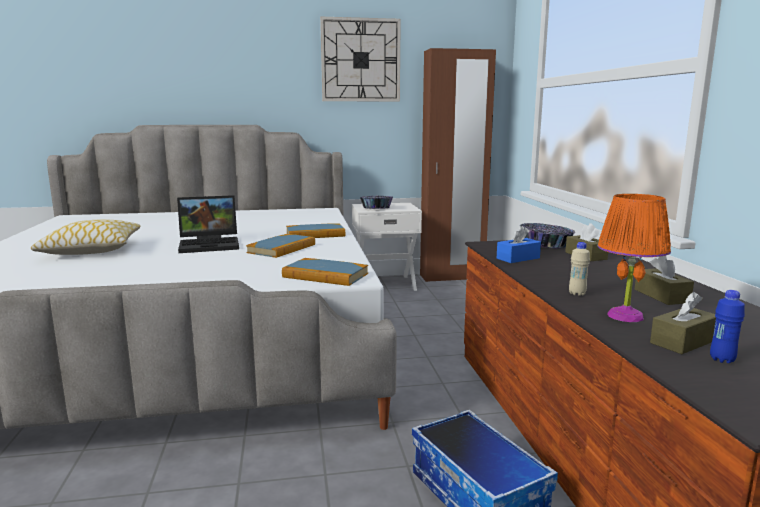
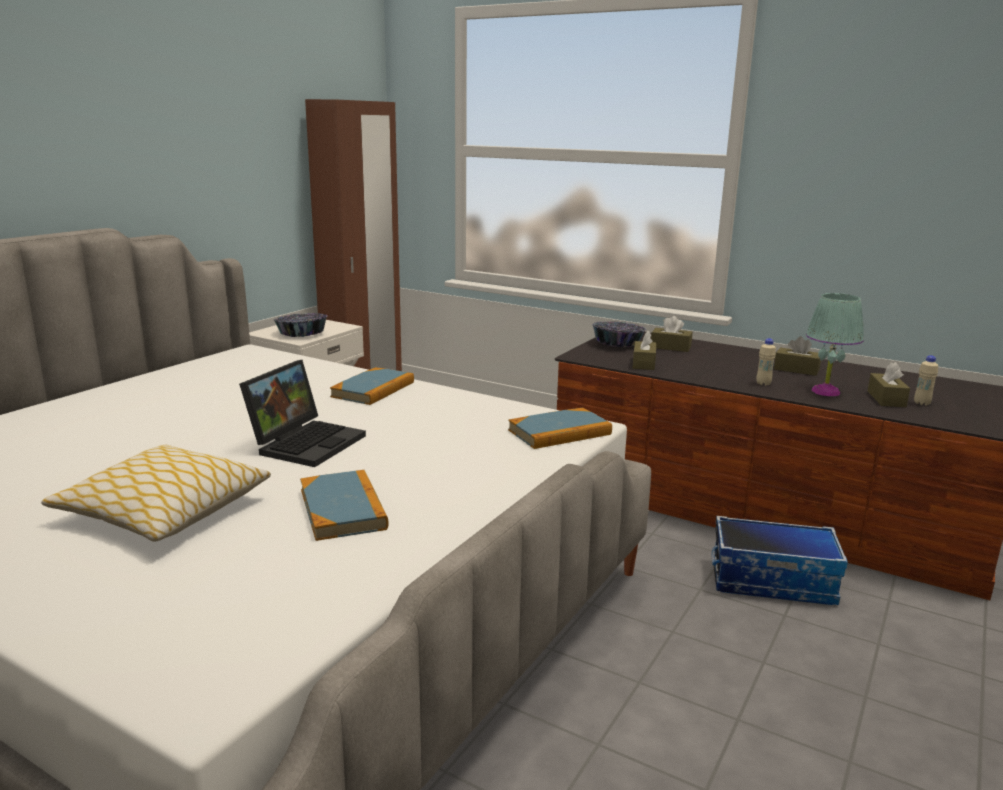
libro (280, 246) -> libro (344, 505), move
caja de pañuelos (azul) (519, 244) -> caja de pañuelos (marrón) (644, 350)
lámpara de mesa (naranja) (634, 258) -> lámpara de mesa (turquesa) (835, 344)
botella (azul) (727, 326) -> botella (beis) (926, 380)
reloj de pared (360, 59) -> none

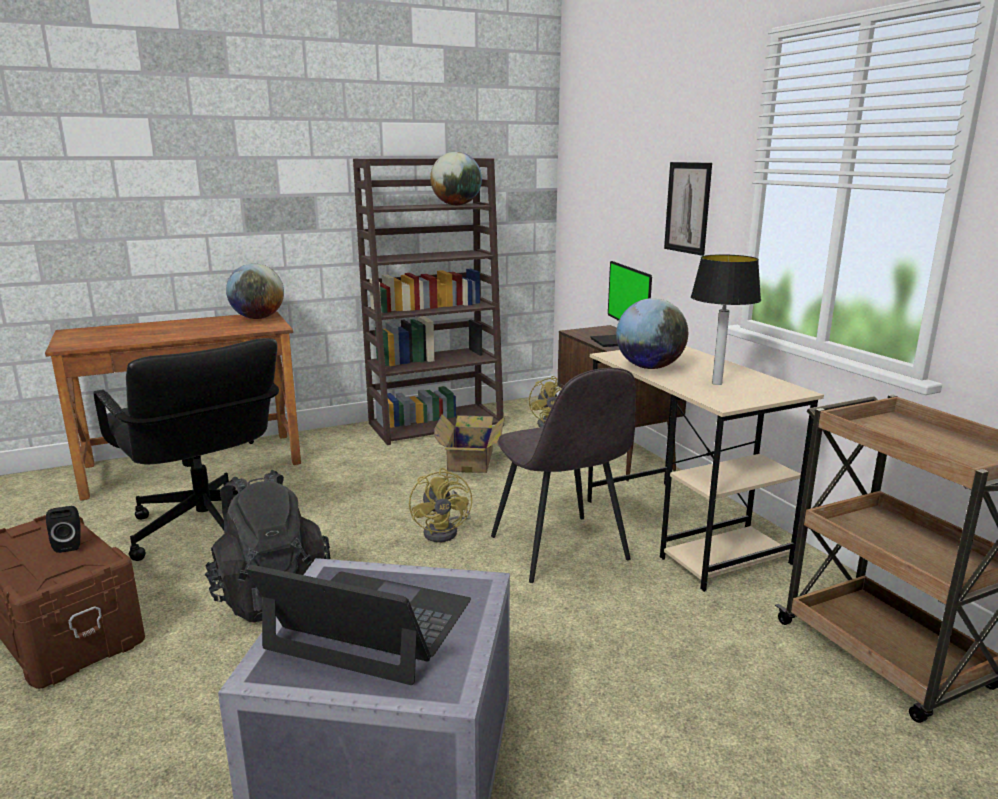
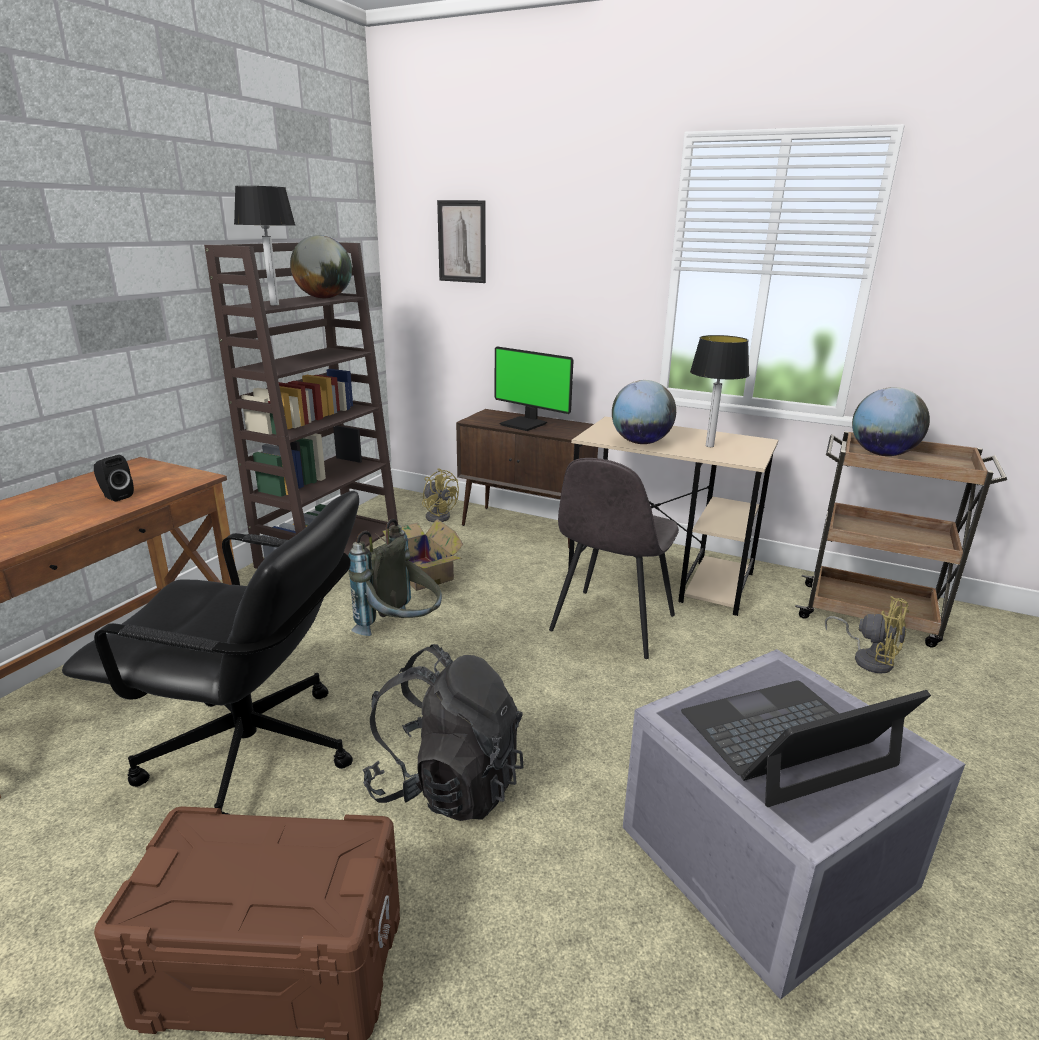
altavoz (negro) (63, 529) -> altavoz (negro) (114, 478), move
none -> lámpara de mesa (264, 245)
none -> mochila (gris) (395, 577)
cuadro (688, 209) -> cuadro (461, 241), move
silla (gris) (563, 475) -> silla (gris) (614, 558), 90 degrees clockwise
ventilador (amarillo) (440, 505) -> ventilador (amarillo) (867, 635), move
globo terráqueo (255, 291) -> globo terráqueo (891, 421), move

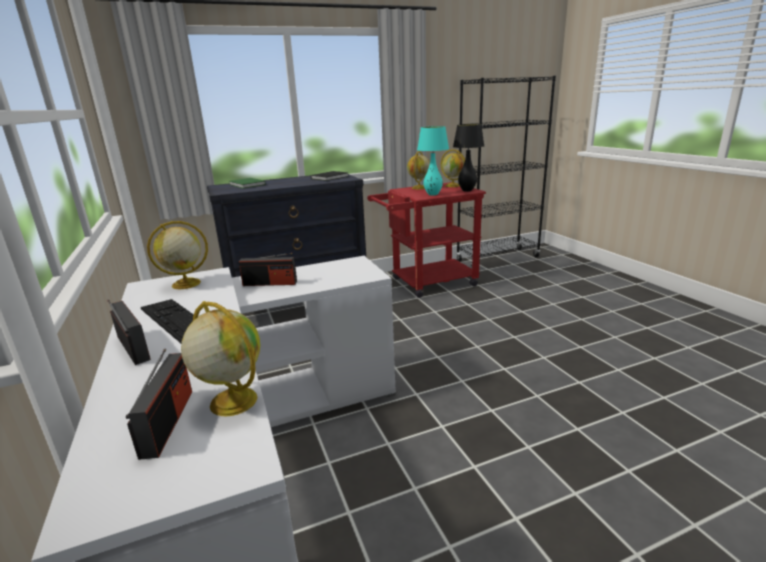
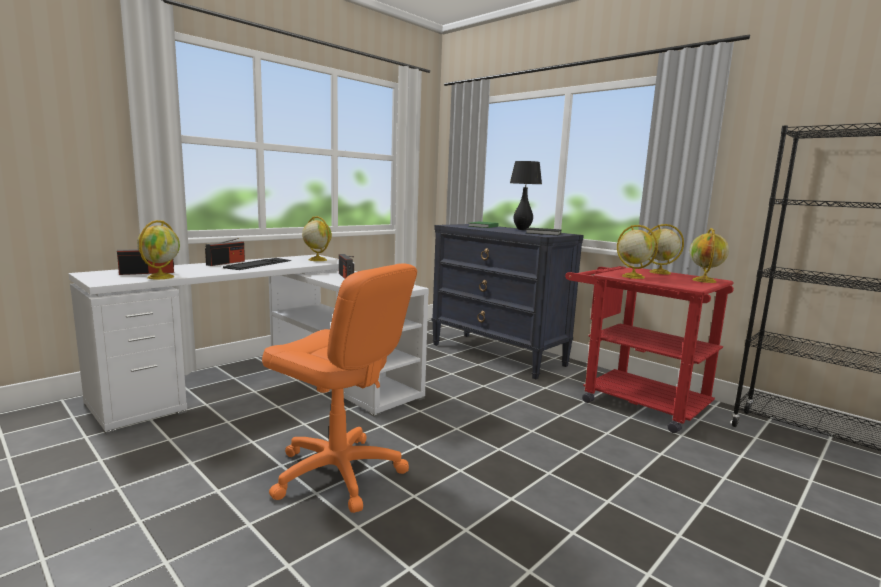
none -> silla de oficina (naranja) (339, 388)
lámpara de mesa (negro) (468, 158) -> lámpara de mesa (negro) (526, 195), move
lámpara de mesa (turquesa) (433, 161) -> globo terráqueo (637, 252)

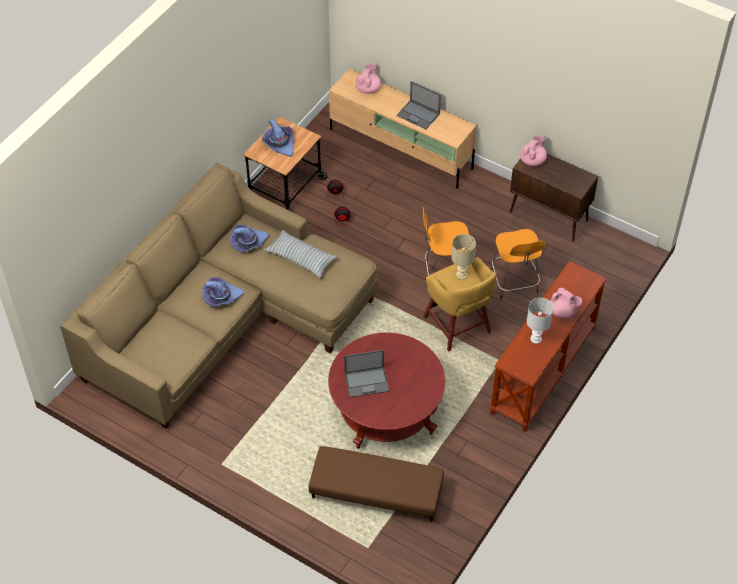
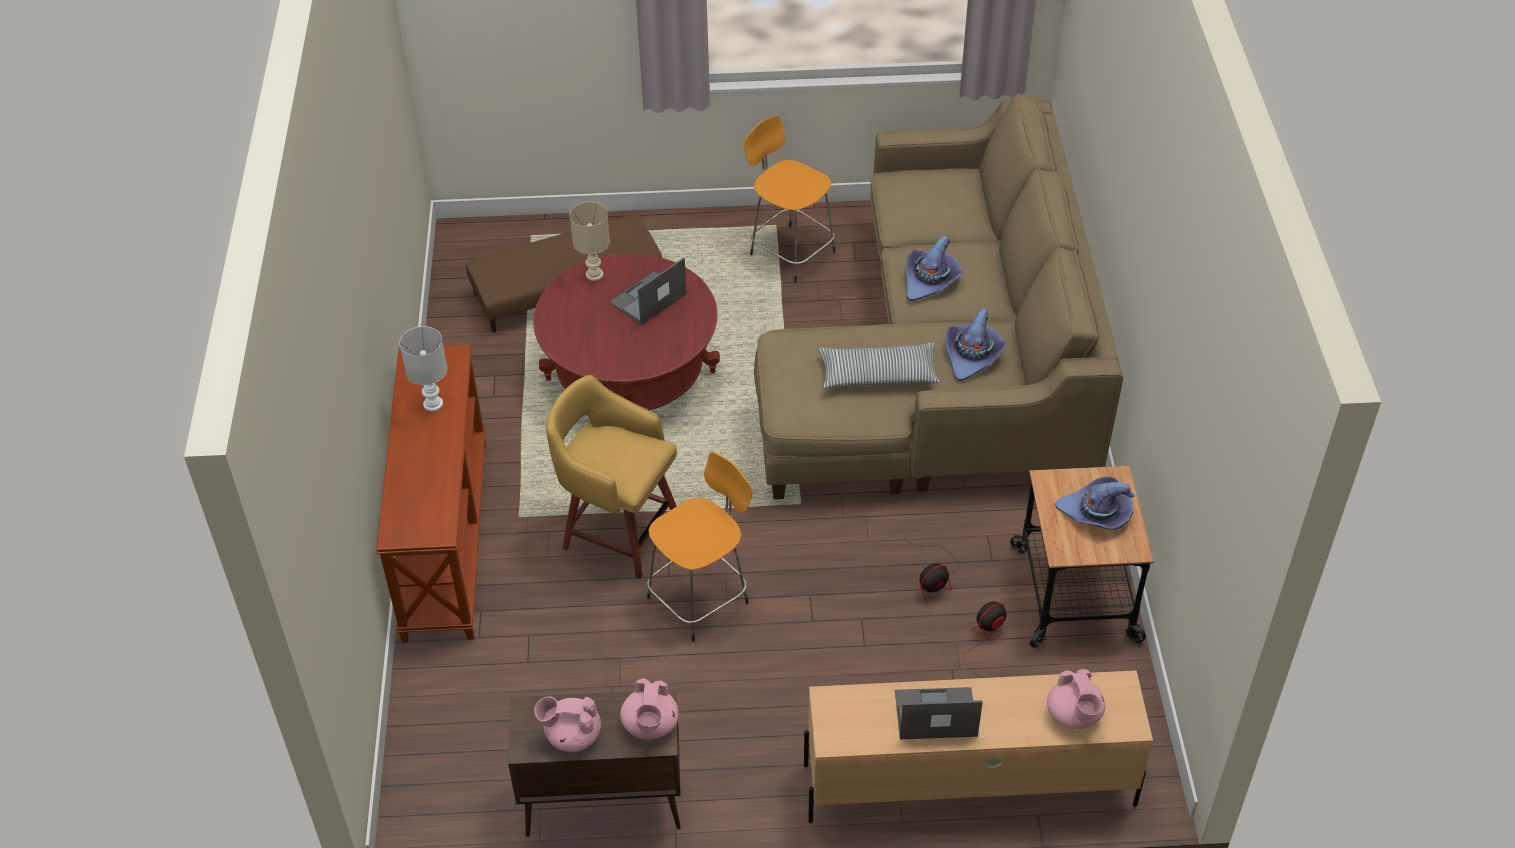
tetera (rosa) (566, 303) -> tetera (rosa) (567, 724), move
lámpara de mesa (beis) (463, 256) -> lámpara de mesa (beis) (590, 241), move
taburete (naranja) (518, 264) -> taburete (naranja) (789, 199), move

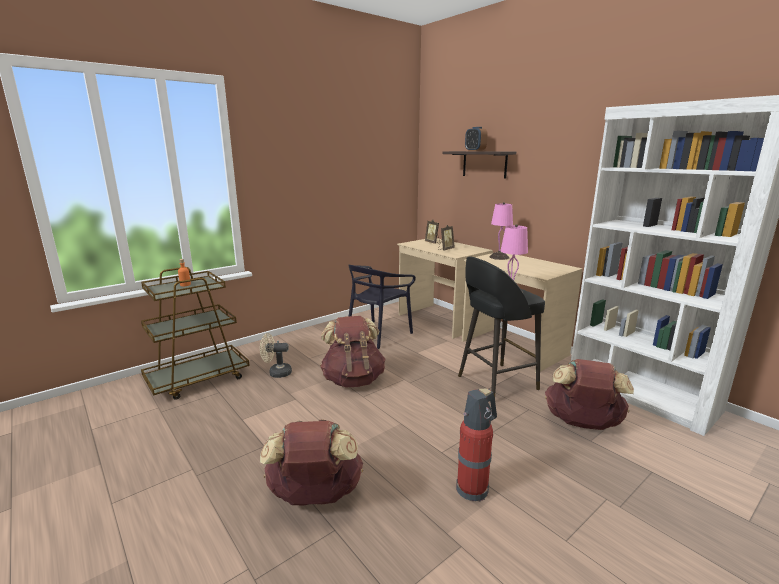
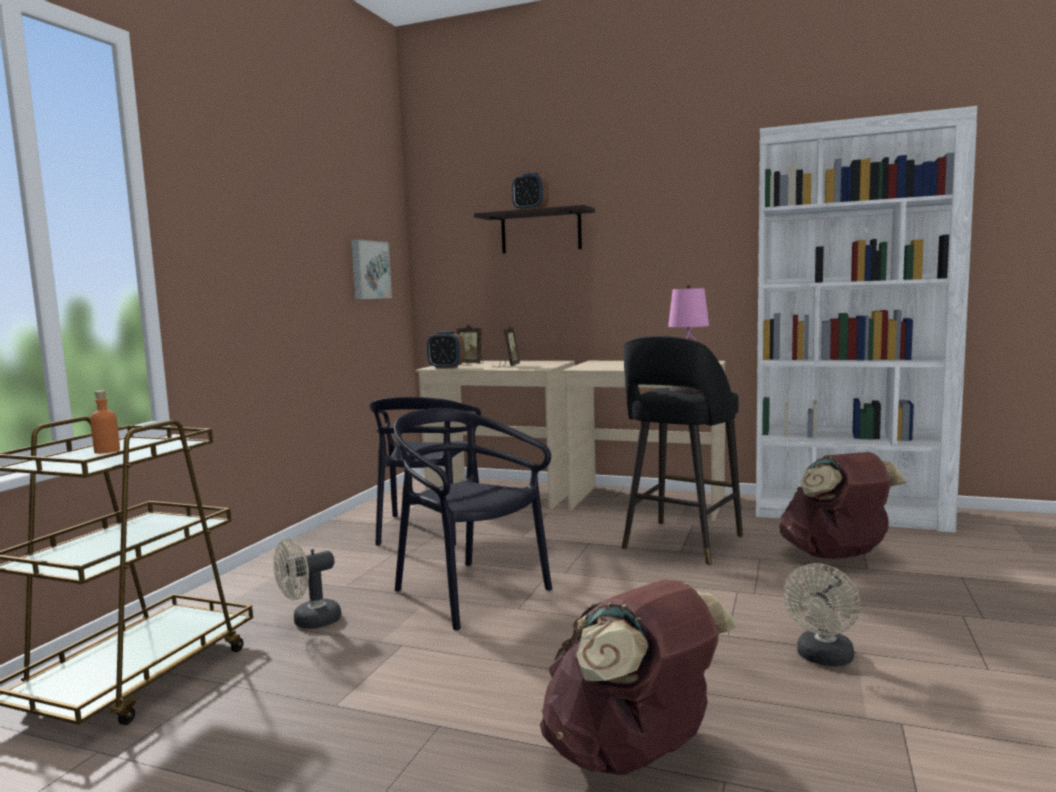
none -> cuadro (371, 269)
mochila (marrón) (352, 352) -> silla (negro) (473, 519)
none -> despertador (446, 350)
extintor (476, 445) -> ventilador (beis) (822, 615)
lámpara de mesa (rosa) (501, 231) -> none

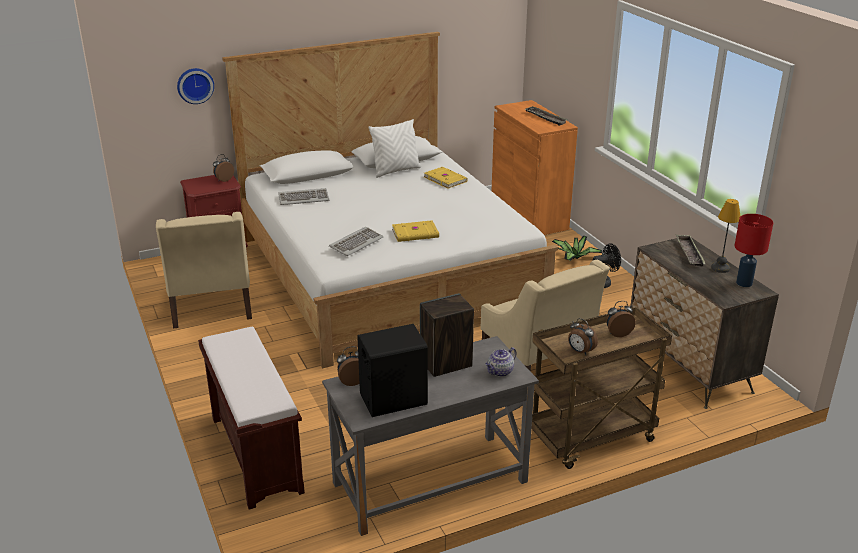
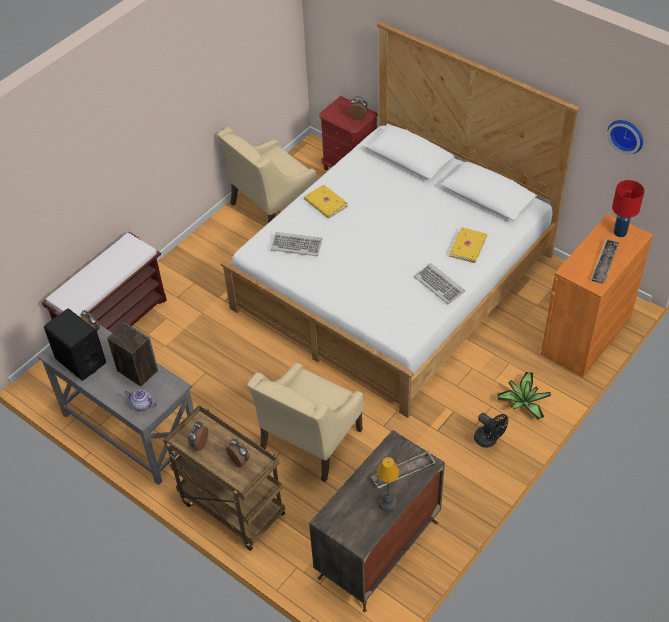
libro (amarillo) (415, 231) -> libro (amarillo) (326, 202), move
teclado (303, 196) -> teclado (439, 283), move
reloj de pared (195, 86) -> reloj de pared (625, 137), move
lámpara de mesa (rojo) (754, 250) -> lámpara de mesa (rojo) (628, 208), move
cojín (blanco) (394, 148) -> none

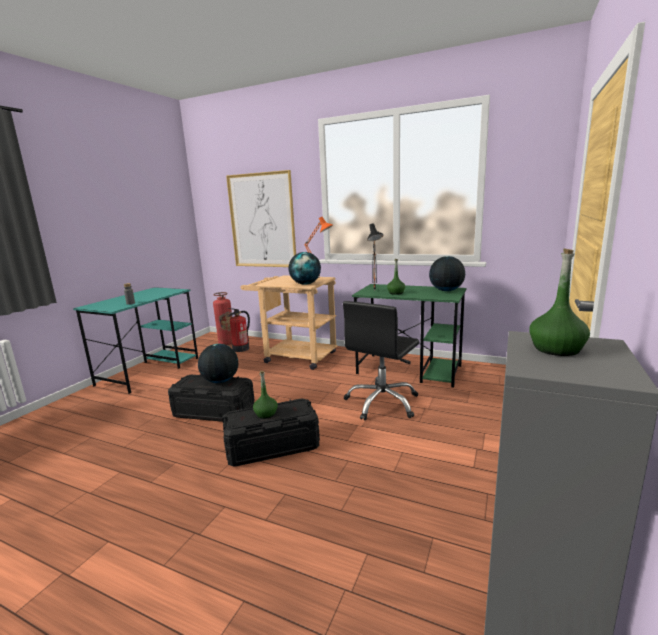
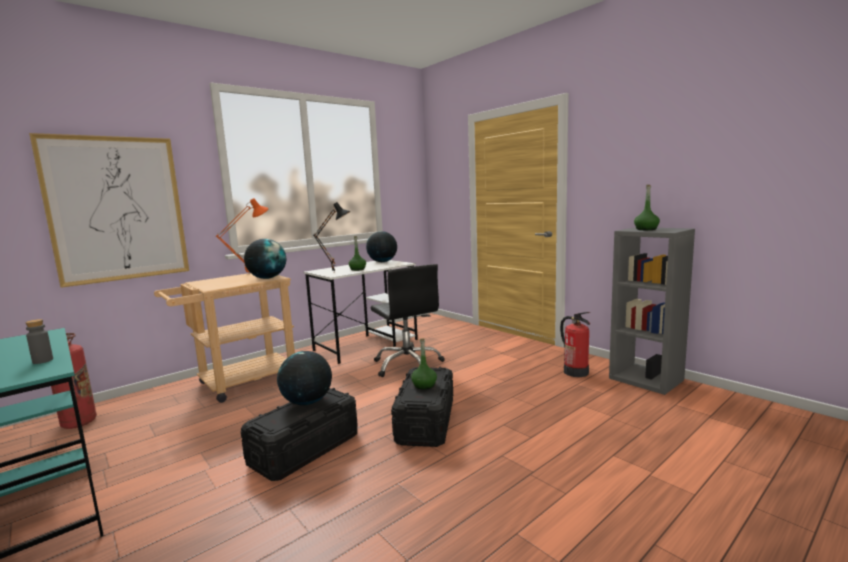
escritorio (verde) (409, 335) -> escritorio (blanco) (360, 312)
extintor (239, 330) -> extintor (575, 344), move

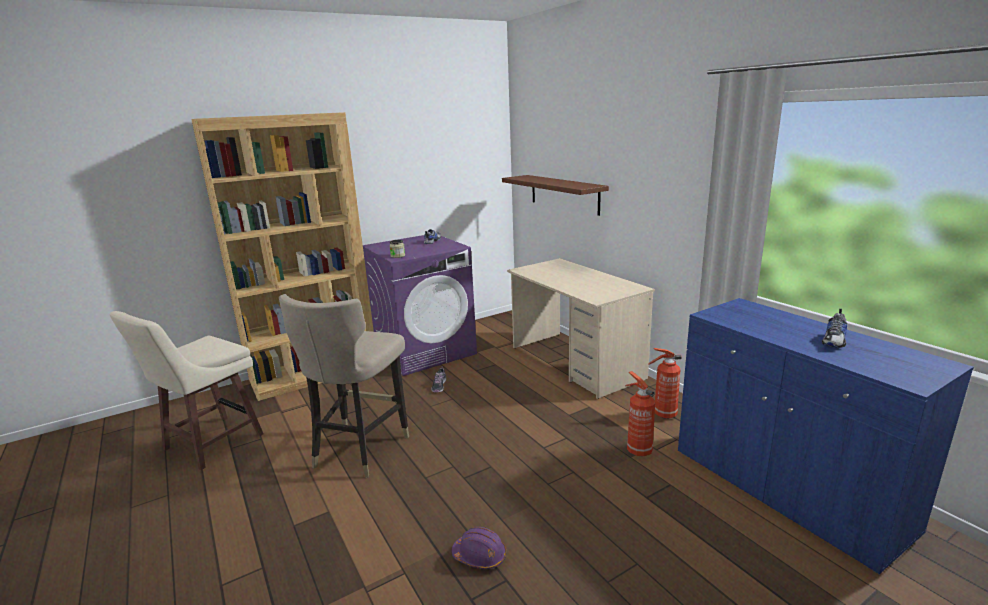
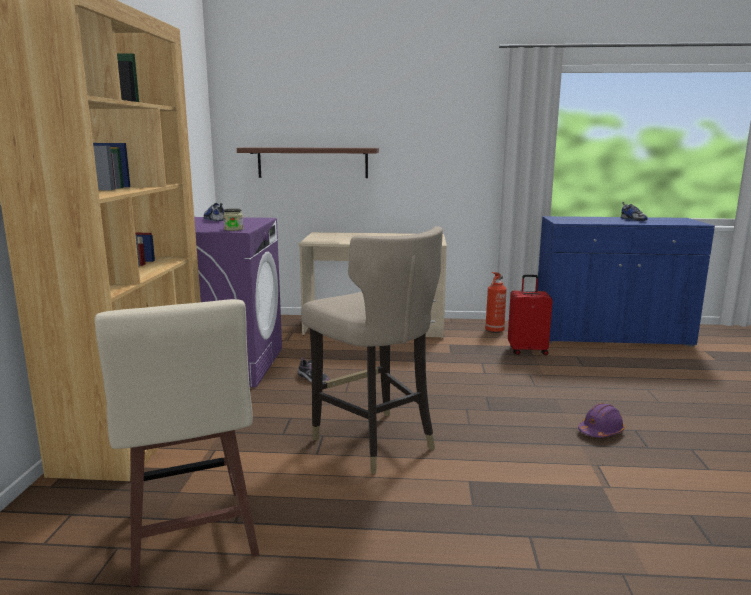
extintor (640, 413) -> maleta (rojo) (530, 315)

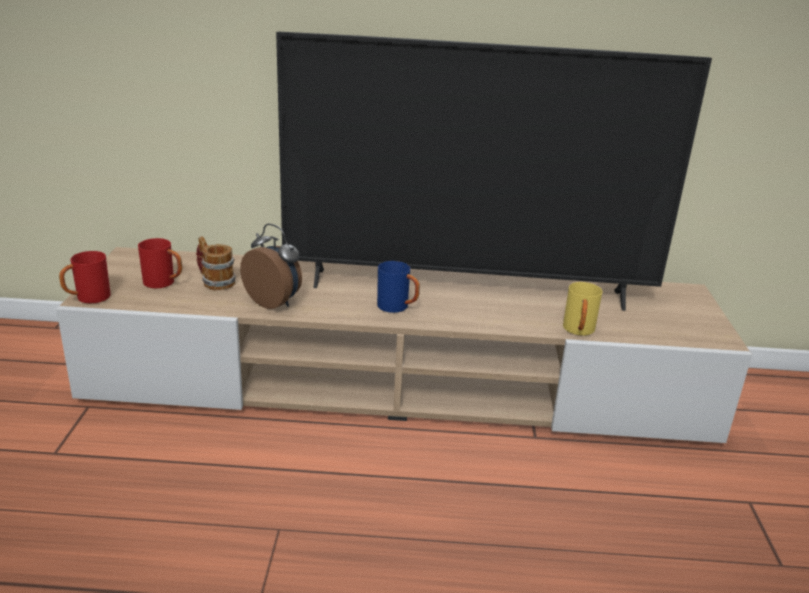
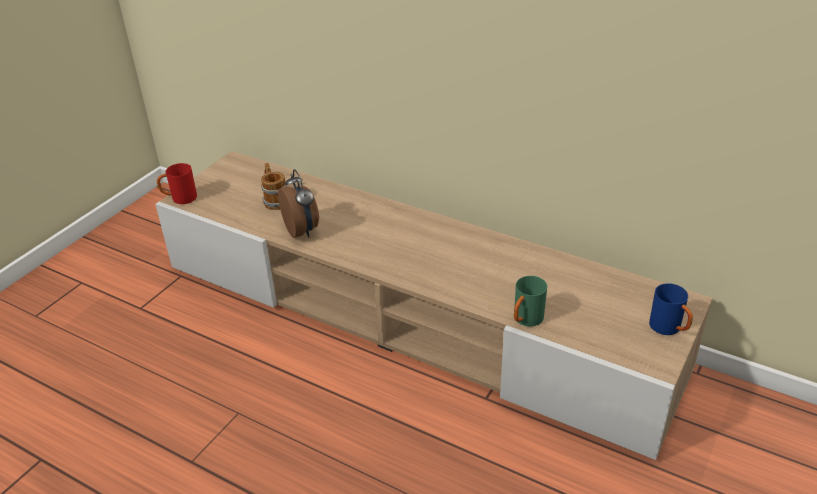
taza grande (amarillo) (583, 309) -> taza grande (verde) (530, 301)
taza grande (azul) (398, 287) -> taza grande (azul) (671, 309), move
taza grande (rojo) (160, 263) -> none
televisor (494, 171) -> none

